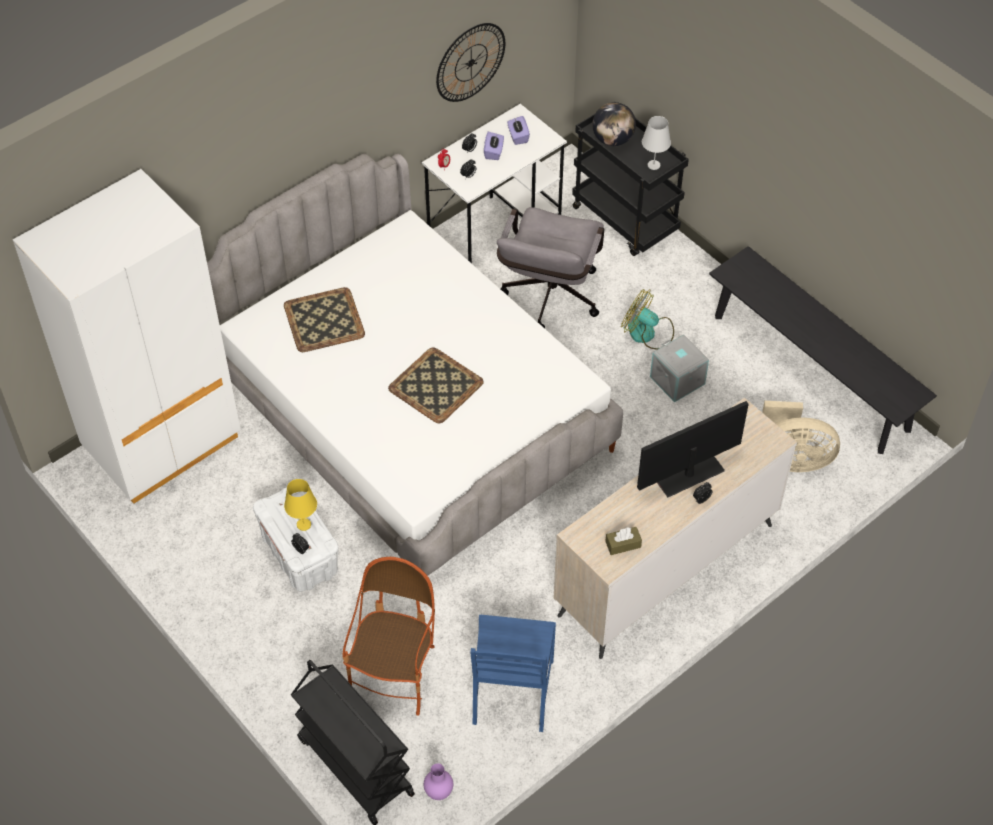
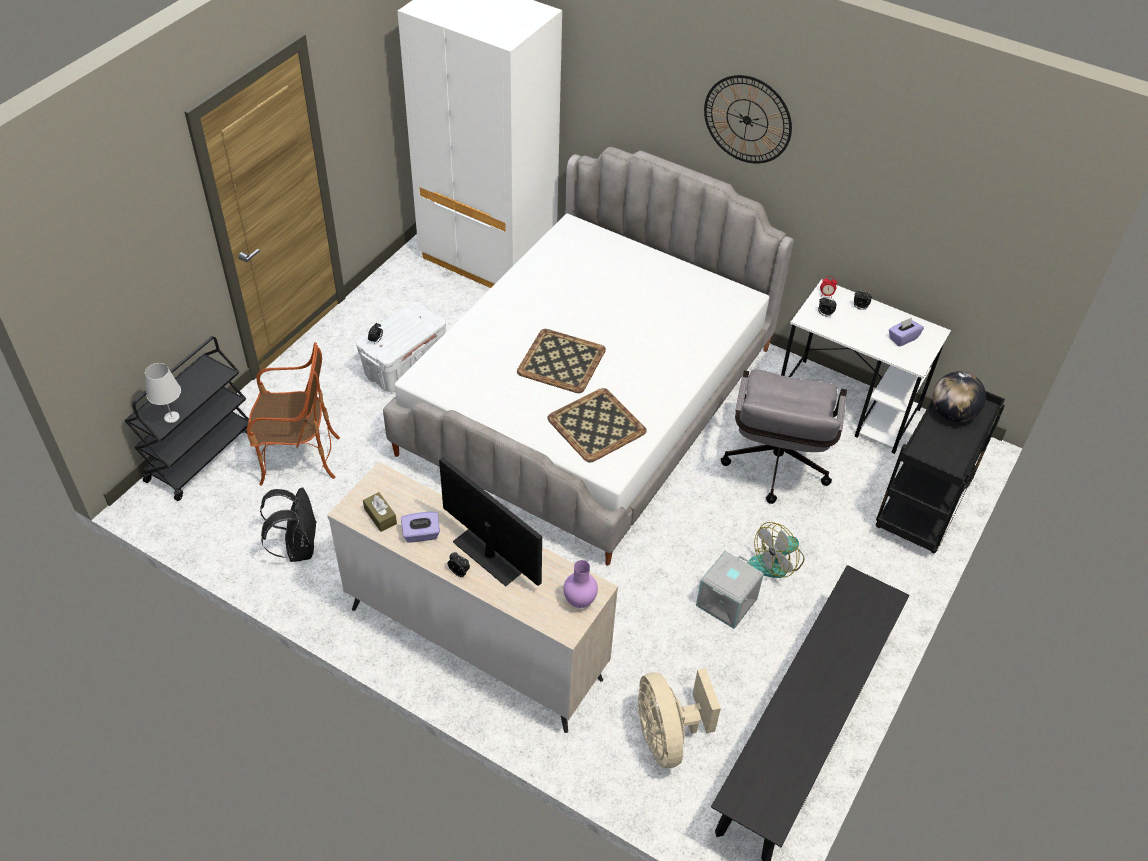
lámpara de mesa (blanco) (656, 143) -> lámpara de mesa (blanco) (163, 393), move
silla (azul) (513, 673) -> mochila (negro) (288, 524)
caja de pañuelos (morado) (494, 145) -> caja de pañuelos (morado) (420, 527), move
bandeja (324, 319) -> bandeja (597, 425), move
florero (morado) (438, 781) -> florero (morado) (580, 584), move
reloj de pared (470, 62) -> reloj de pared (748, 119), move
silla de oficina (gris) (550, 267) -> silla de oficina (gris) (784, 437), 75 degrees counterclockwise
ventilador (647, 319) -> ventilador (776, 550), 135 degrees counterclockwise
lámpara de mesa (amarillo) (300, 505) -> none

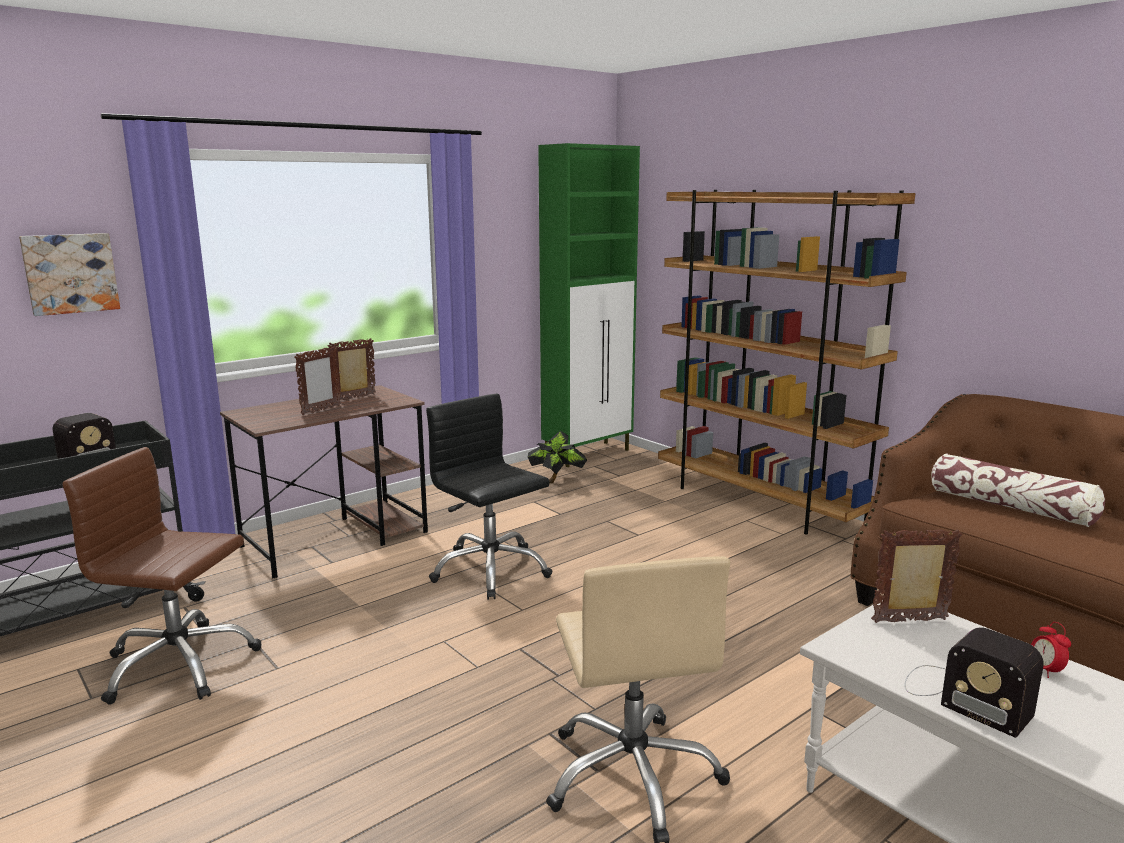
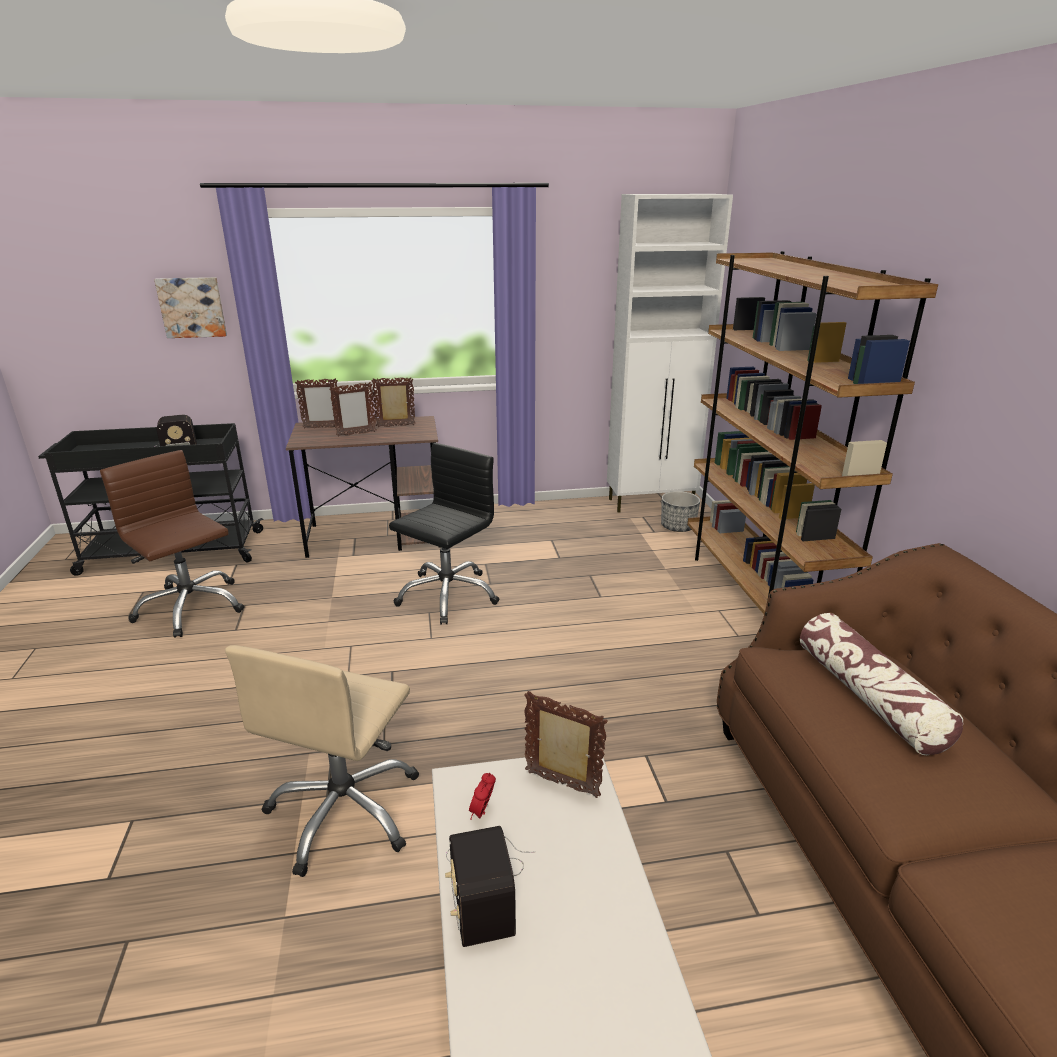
none -> portarretratos (317, 403)
silla de oficina (negro) (489, 496) -> silla de oficina (negro) (444, 533), 45 degrees clockwise
despertador (1051, 650) -> despertador (482, 796), move
armario (verde) (589, 305) -> armario (blanco) (670, 353)
none -> maceta (680, 511)
planta en maceta (557, 457) -> none

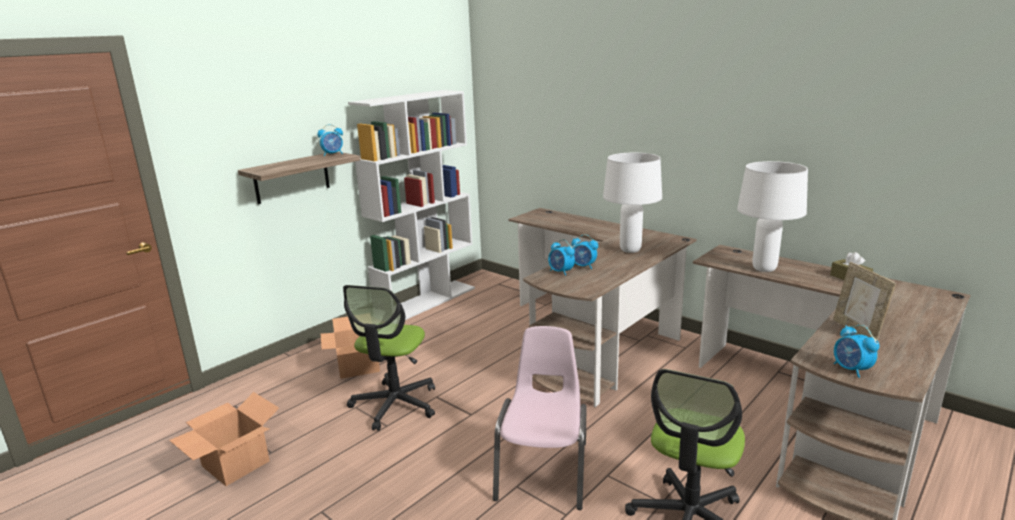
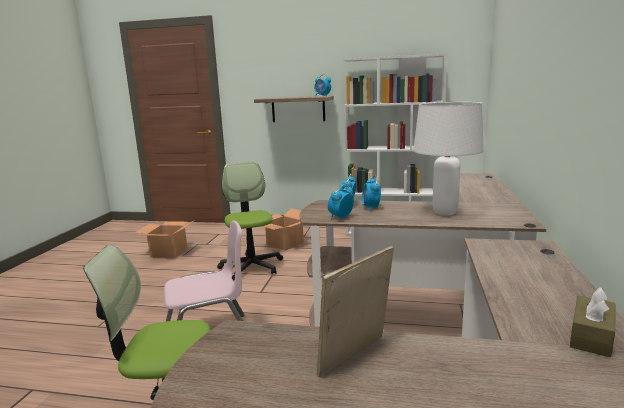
silla de oficina (389, 358) -> silla de oficina (250, 221), 90 degrees clockwise
despertador (857, 351) -> despertador (341, 202), move
lámpara de mesa (blanco) (772, 216) -> none

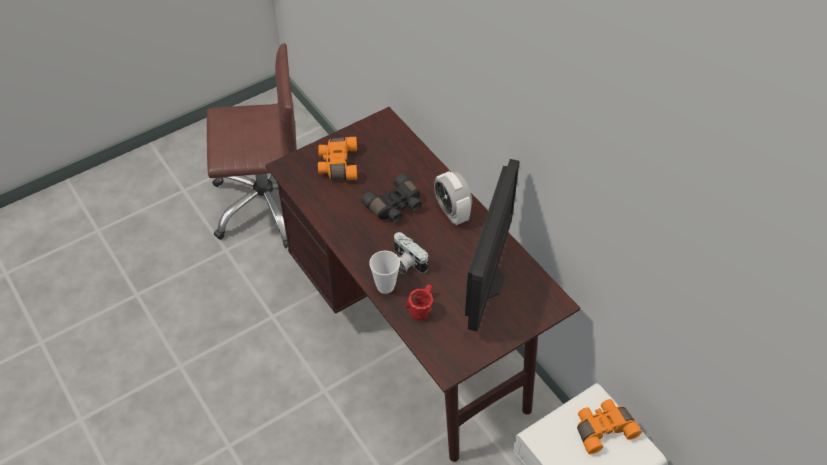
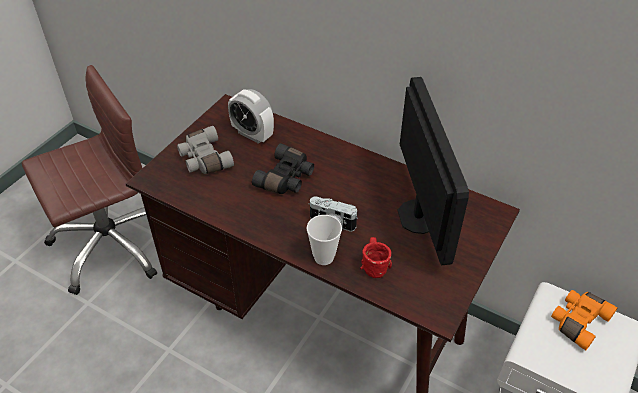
prismáticos (naranja) (337, 158) -> prismáticos (gris) (205, 150)
despertador (453, 198) -> despertador (251, 116), move

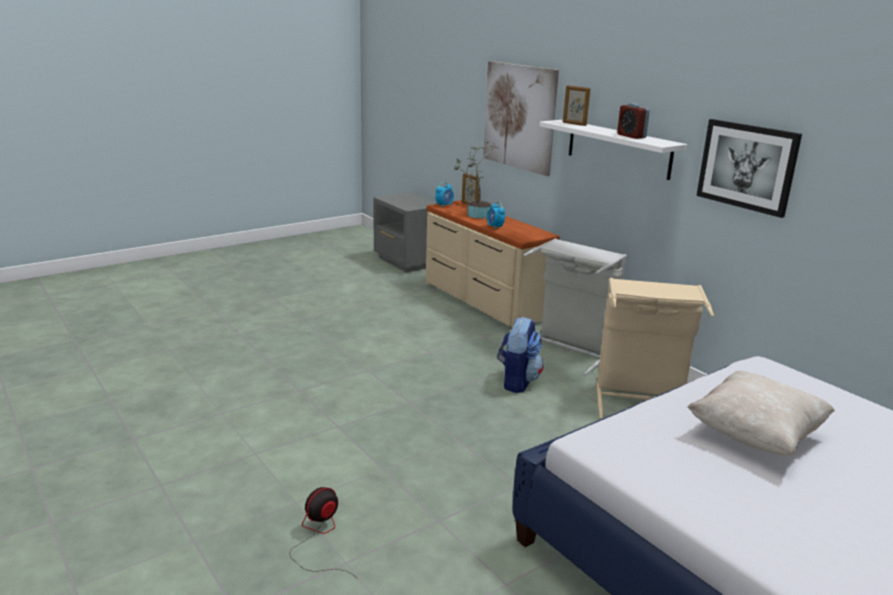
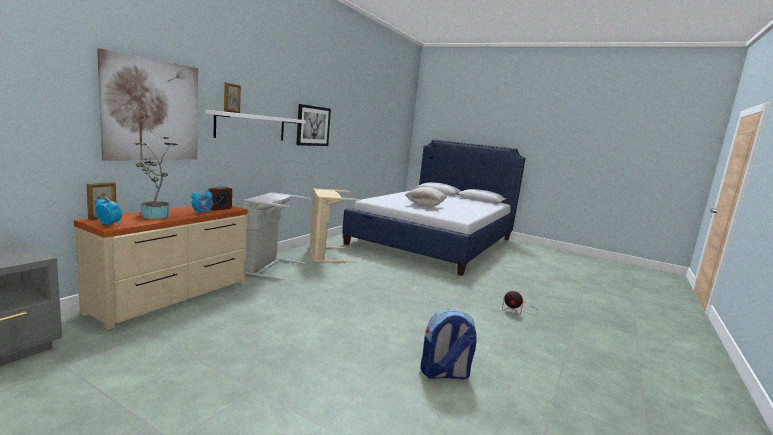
despertador (633, 121) -> despertador (220, 198), move
mochila (520, 355) -> mochila (448, 344), move

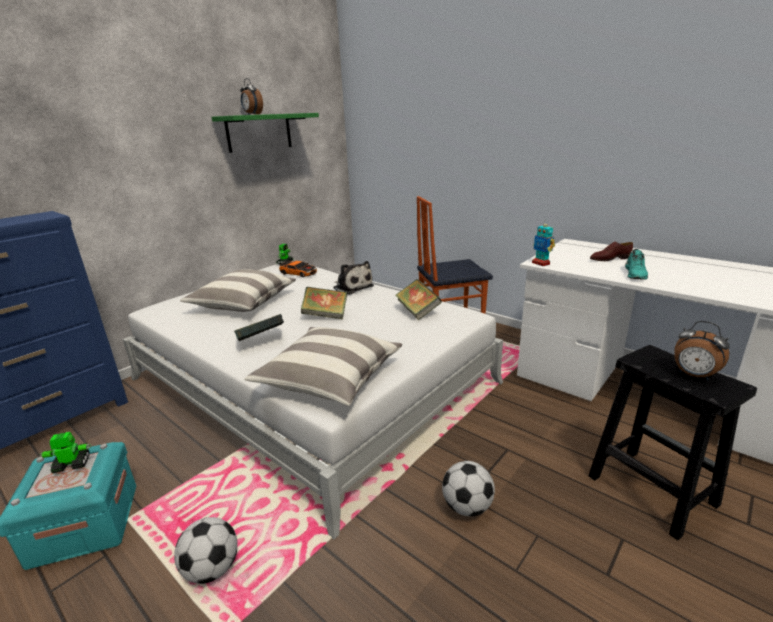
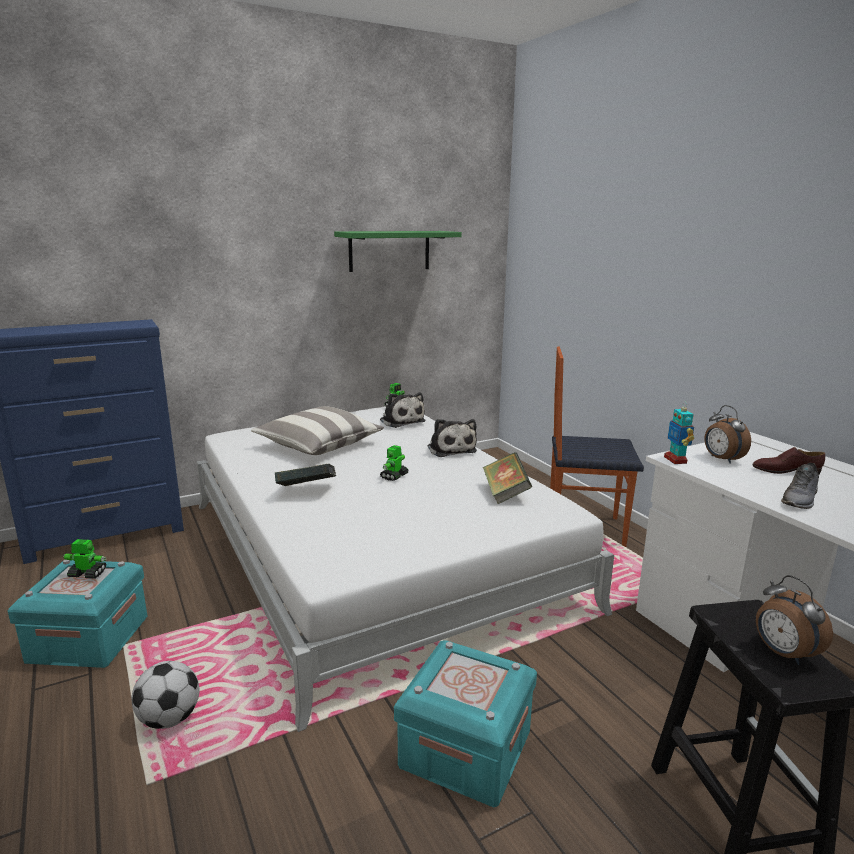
coche de juguete (298, 269) -> peluche (402, 410)
libro (324, 303) -> robot de juguete (394, 463)
balón de fútbol (468, 488) -> caja de almacenaje (turquesa) (465, 724)
despertador (251, 96) -> despertador (727, 434), move
zapato (turquesa) (636, 264) -> zapato (gris) (800, 486)
cojín (323, 366) -> none

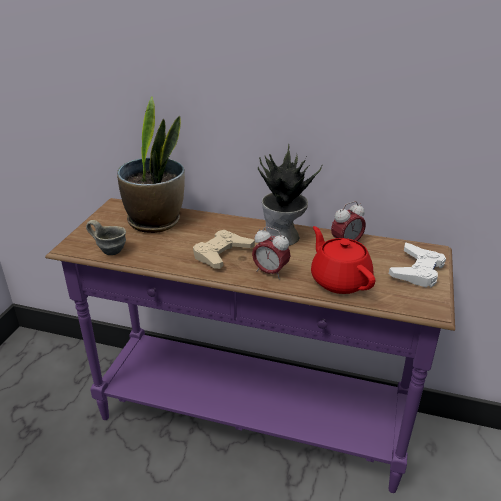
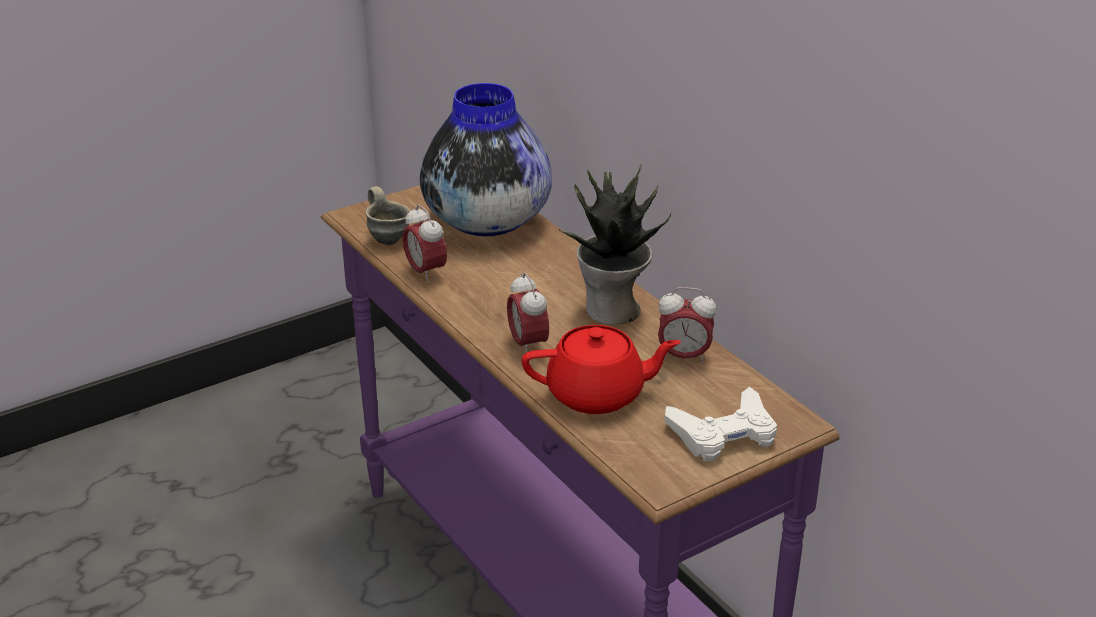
none -> despertador (424, 243)
planta en maceta (151, 165) -> florero (486, 159)
tetera (rojo) (343, 260) -> tetera (rojo) (601, 369), 75 degrees clockwise
mando de consola (beis) (224, 249) -> none

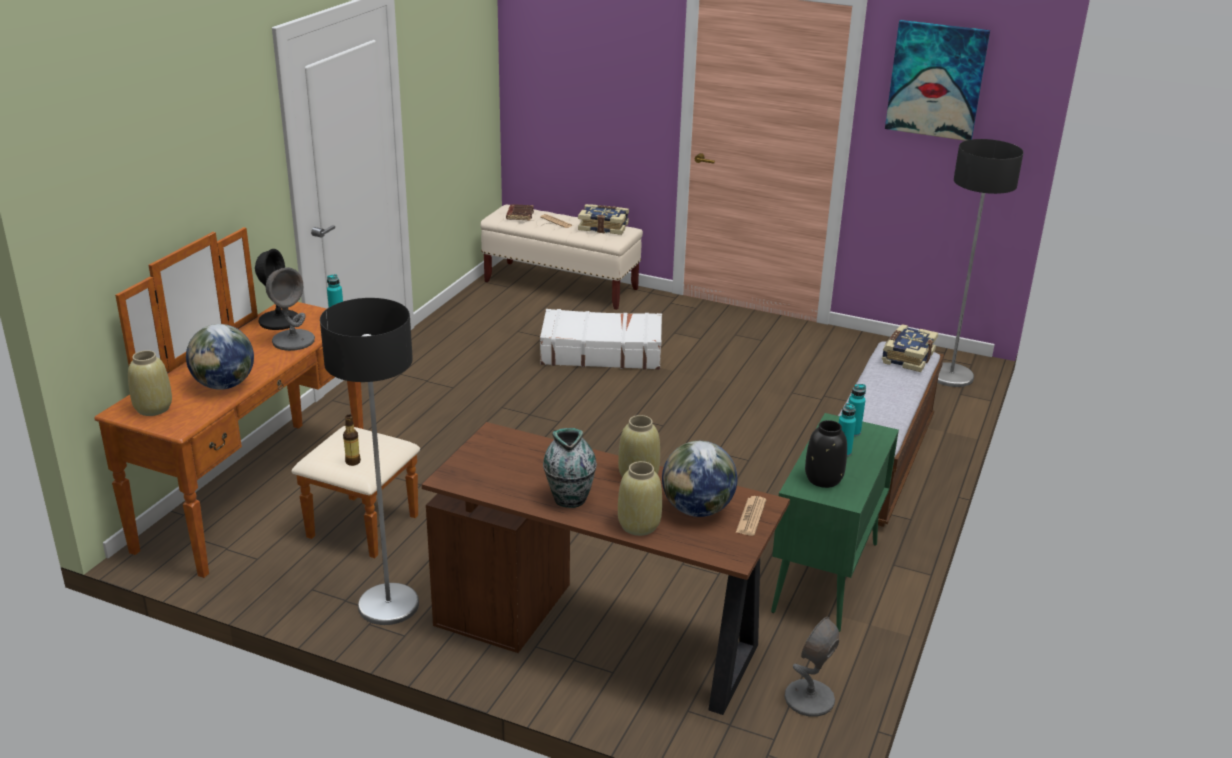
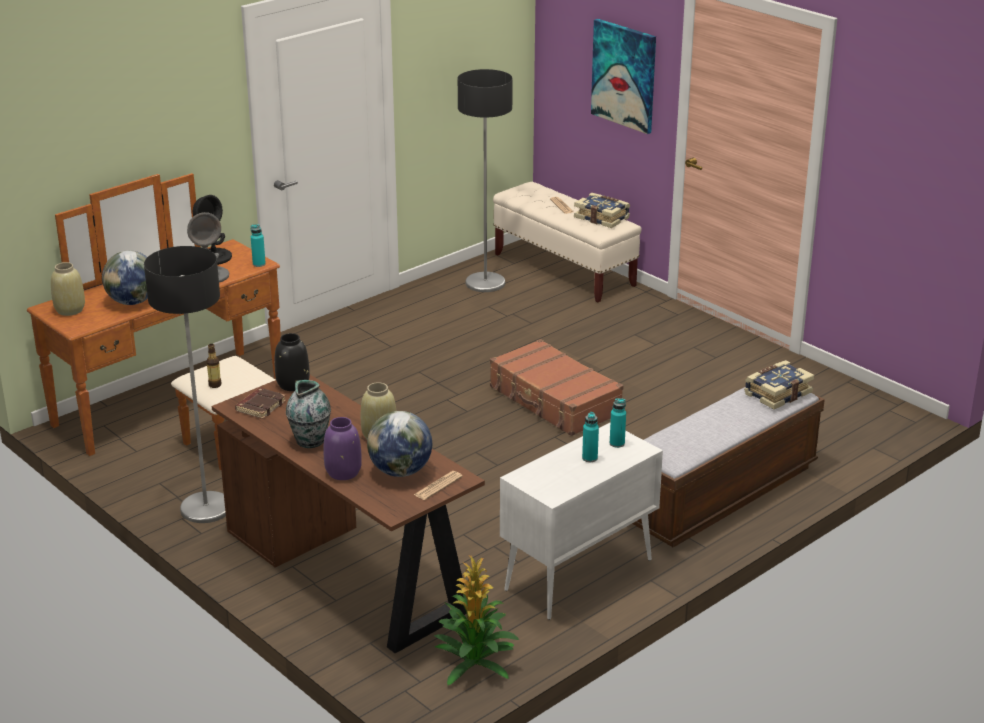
libro (marrón) (520, 212) -> libro (marrón) (260, 403), move
florero (negro) (826, 454) -> florero (negro) (292, 362), move
florero (beis) (640, 498) -> florero (morado) (343, 448)
lámpara de mesa (gris) (812, 667) -> planta en maceta (476, 620)
lámpara de pie (980, 263) -> lámpara de pie (485, 180), move
none -> maleta (marrón) (556, 387)
armario (verde) (835, 522) -> armario (blanco) (581, 521)
cuadro (937, 80) -> cuadro (623, 76), move
maleta (blanco) (601, 339) -> none

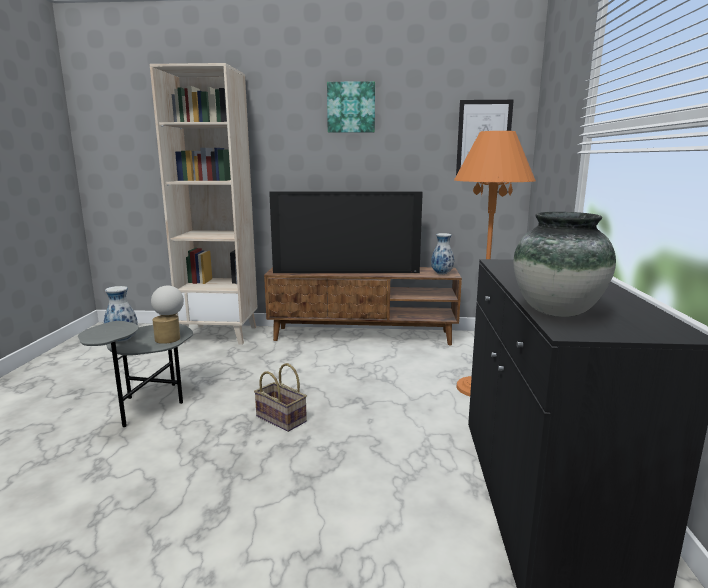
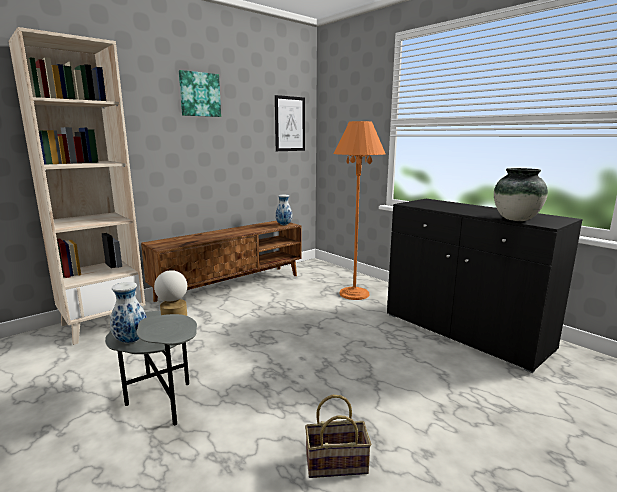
cesta (280, 397) -> cesta (338, 436), move
televisor (346, 232) -> none

